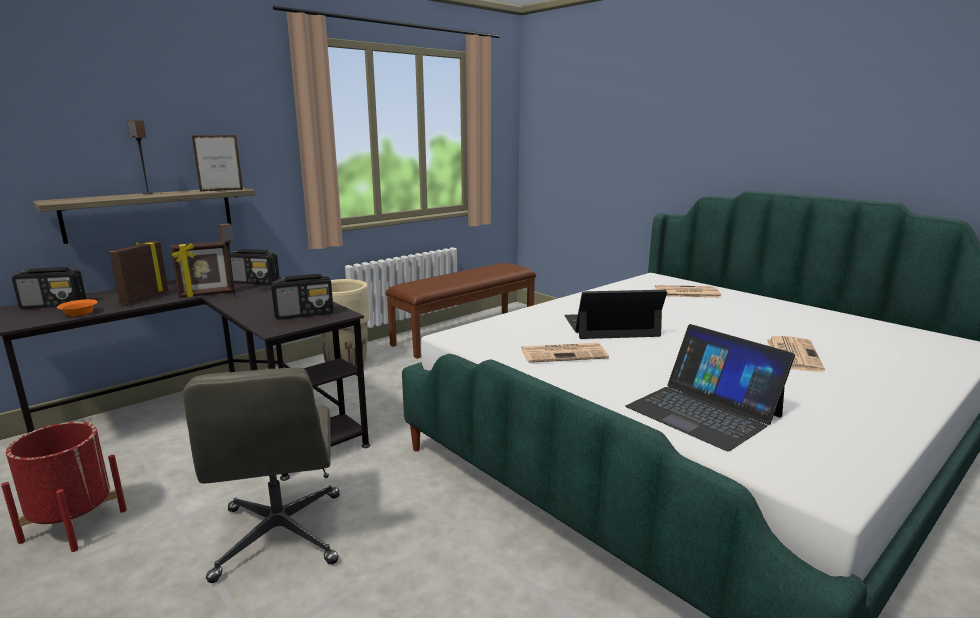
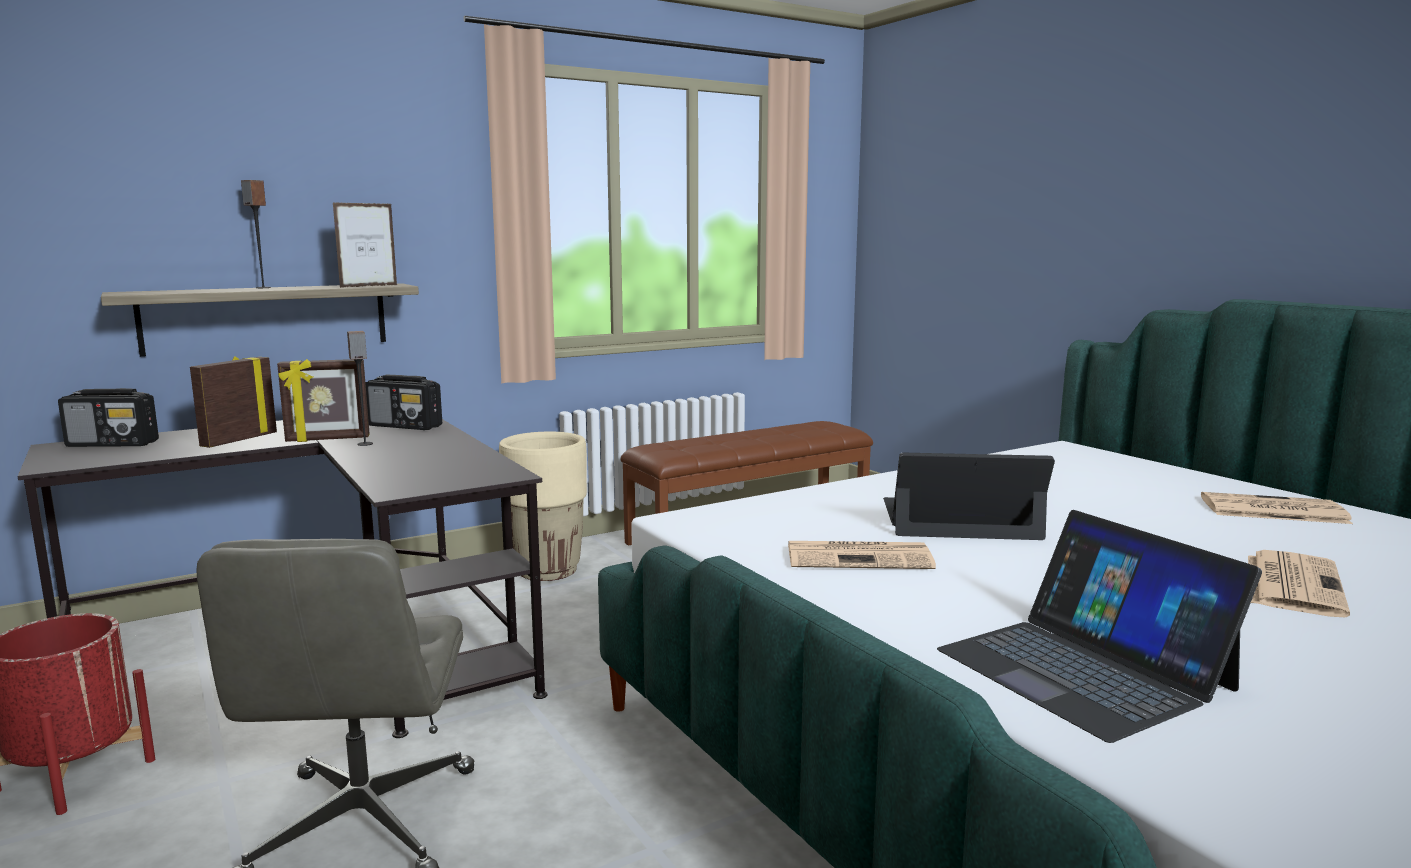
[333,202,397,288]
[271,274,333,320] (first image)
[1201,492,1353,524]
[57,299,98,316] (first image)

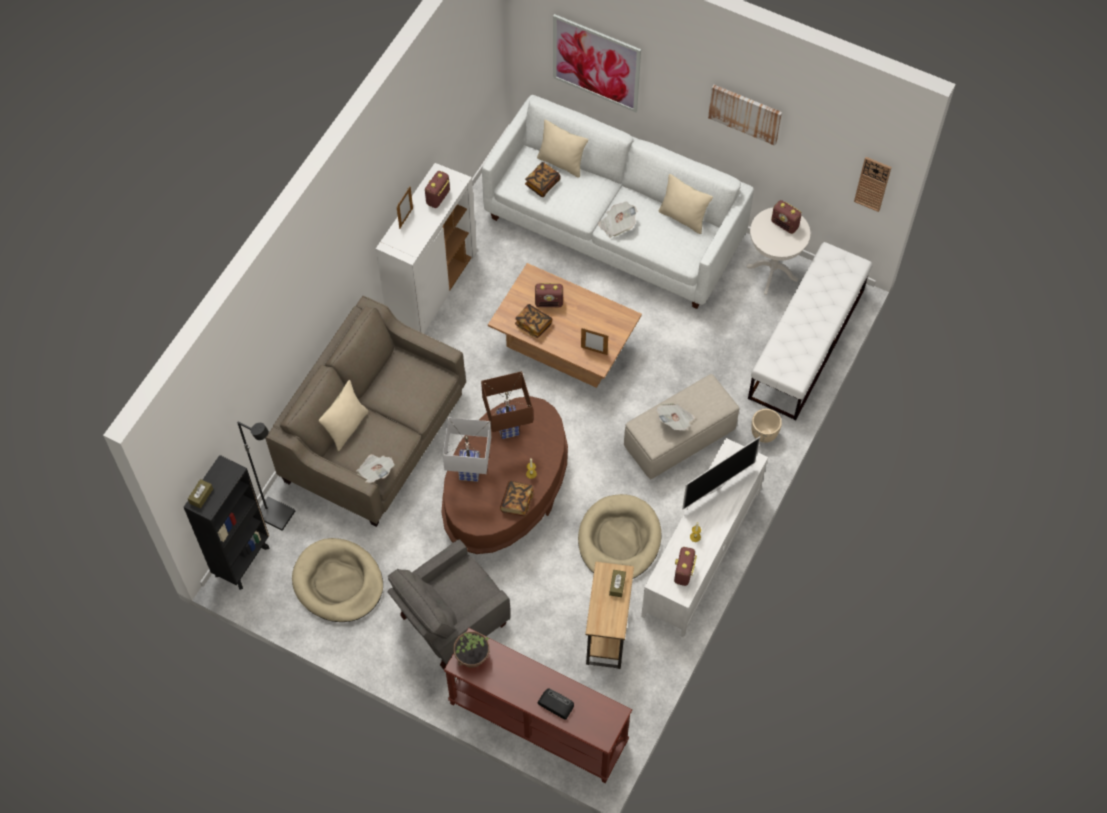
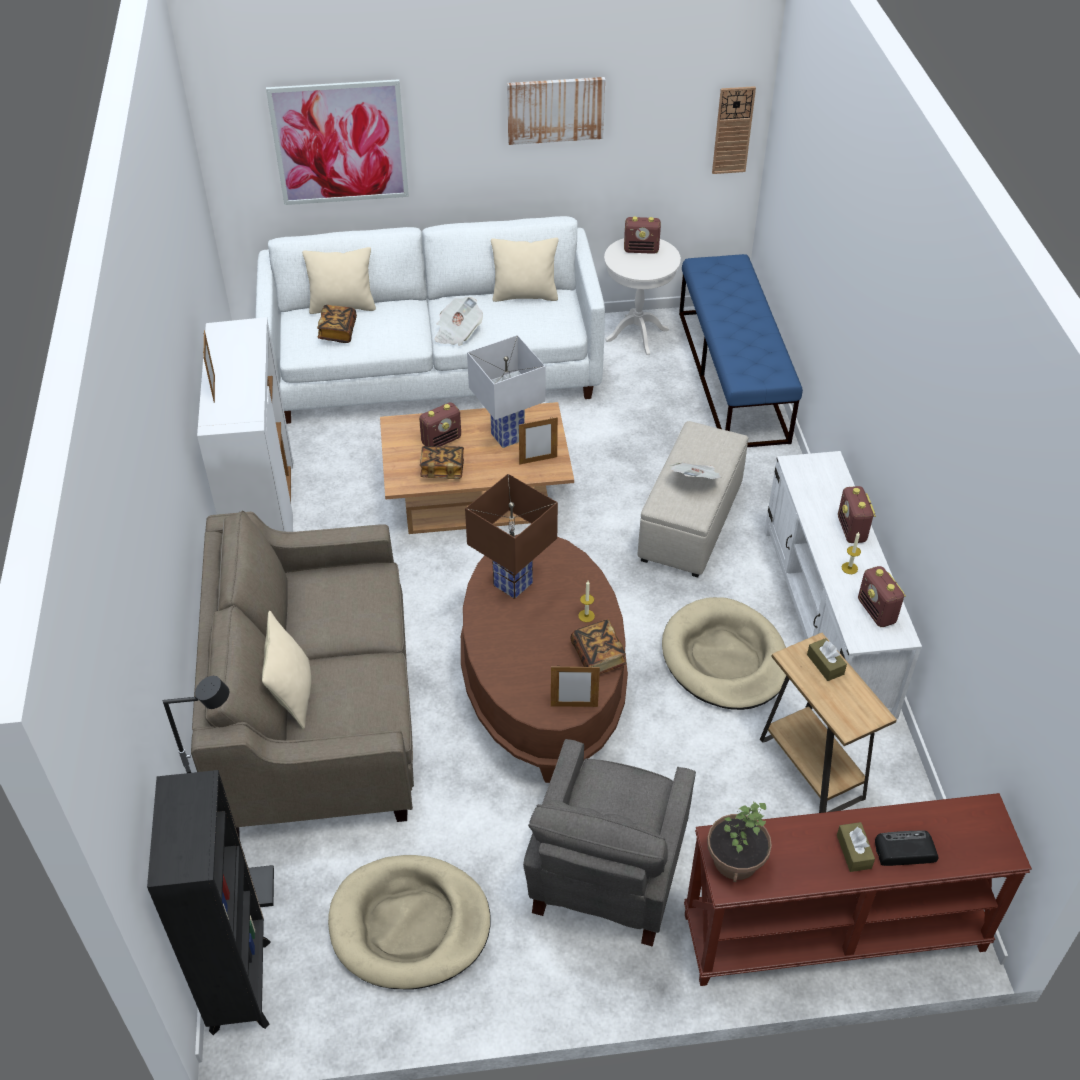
[838,486,876,543]
[679,254,803,447]
[751,409,782,443] (first image)
[467,335,545,448]
[682,437,760,510] (first image)
[356,454,394,483] (first image)
[837,822,875,872]
[551,665,600,707]

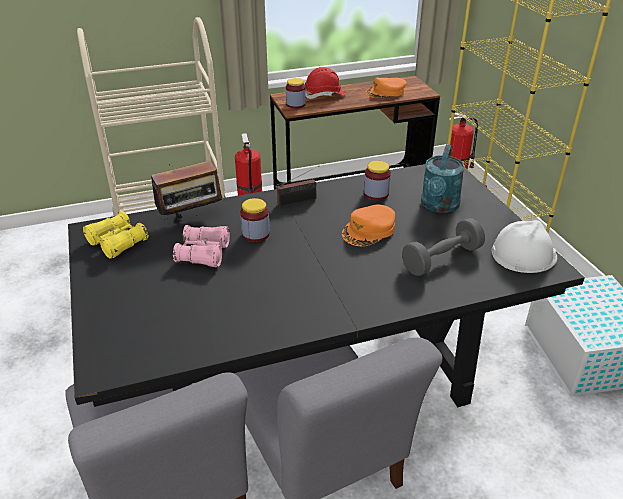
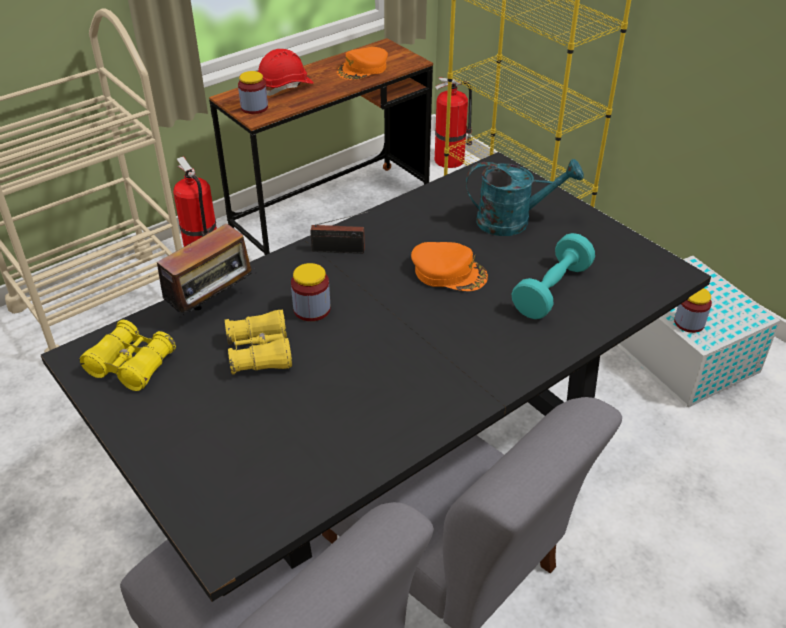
[466,159,584,236]
[674,288,712,333]
[310,211,370,254]
[411,242,488,291]
[512,233,595,319]
[492,220,557,273] (first image)
[225,310,292,375]

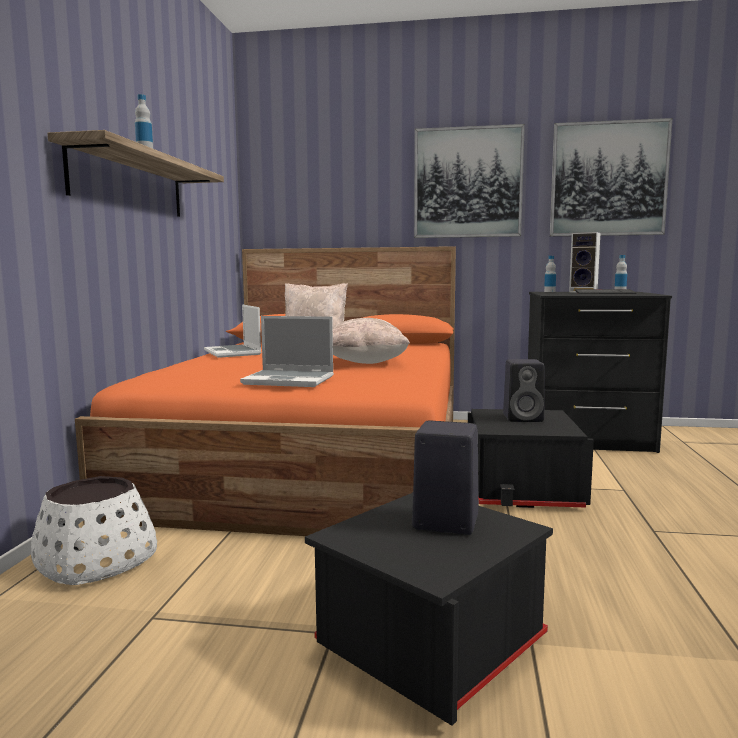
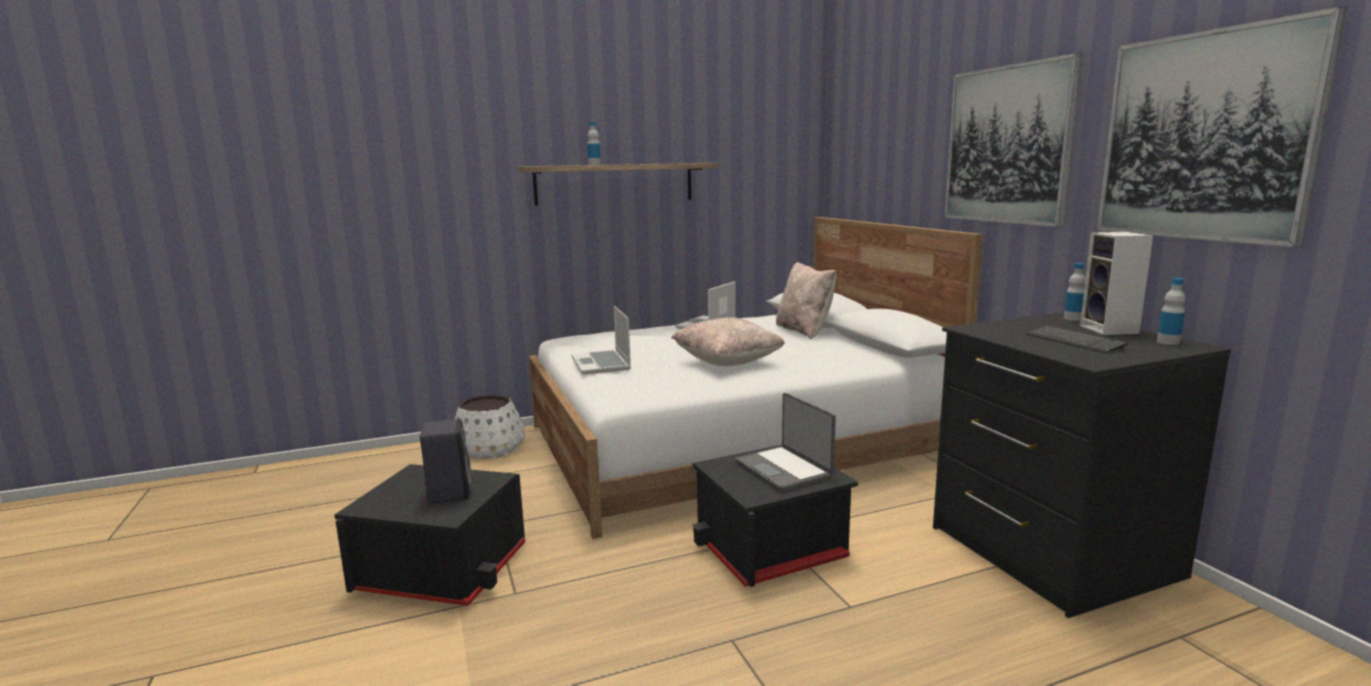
[529,217,983,539]
[735,393,836,492]

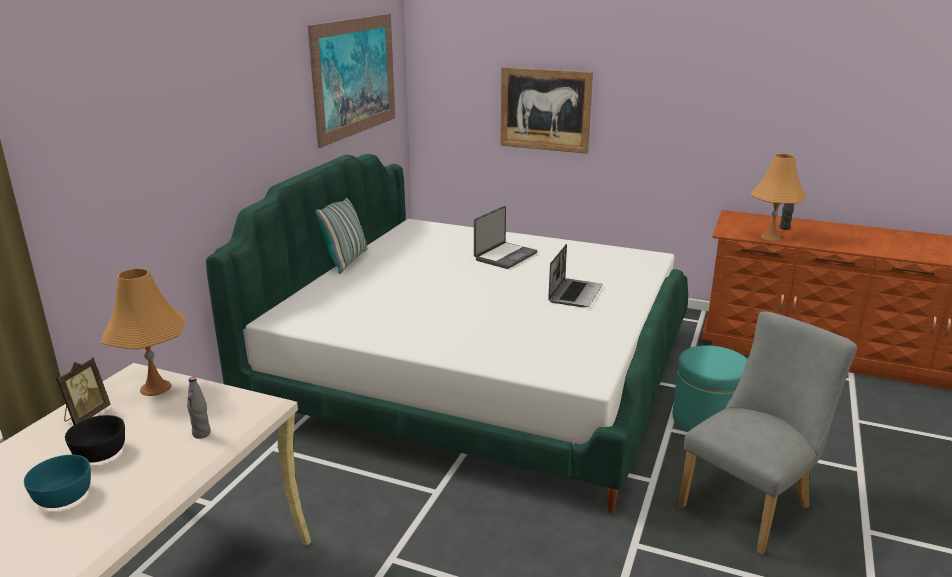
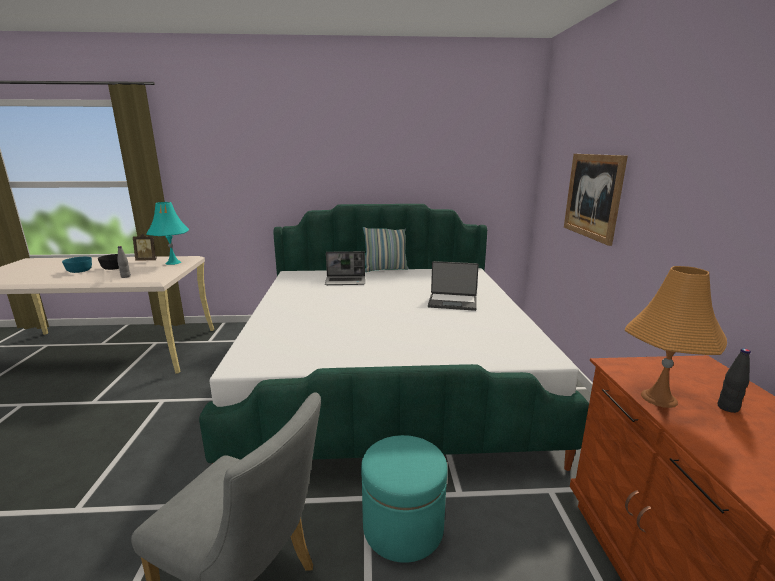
[308,14,395,148] (first image)
[325,251,365,285]
[146,202,189,265]

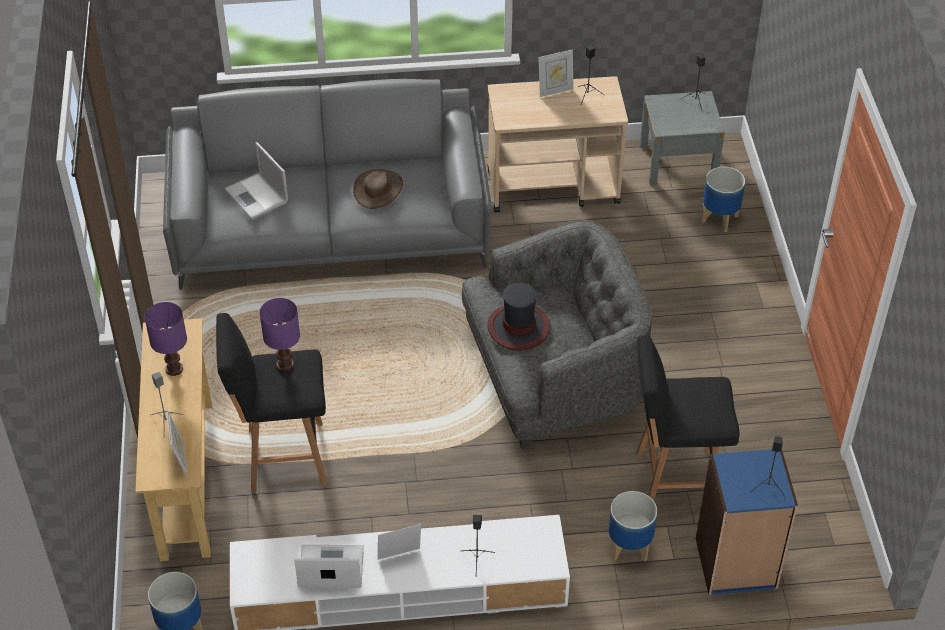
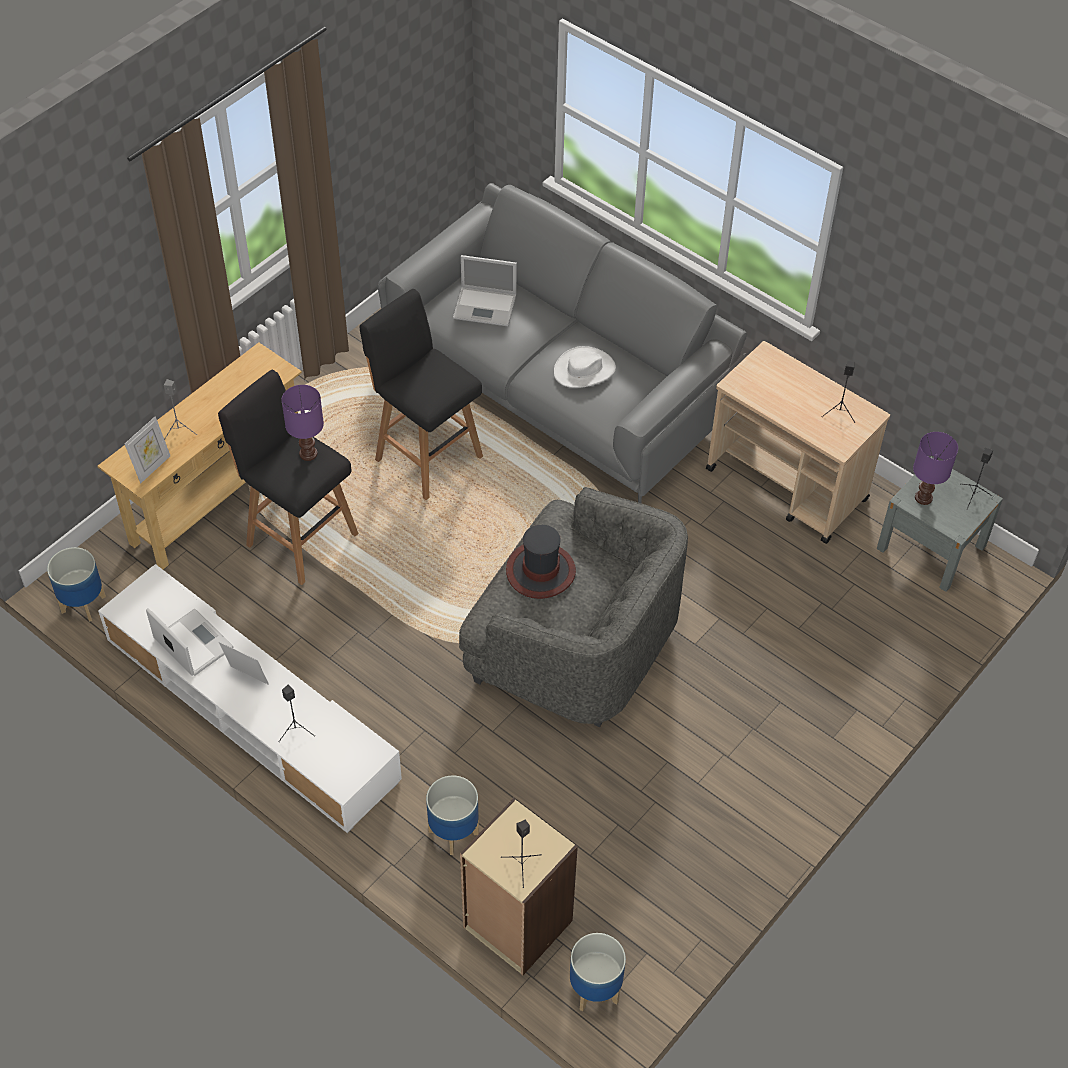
[538,49,574,97] (first image)
[453,255,517,326]
[570,933,626,1011]
[554,346,616,388]
[913,432,958,505]
[360,289,483,500]
[460,798,578,975]

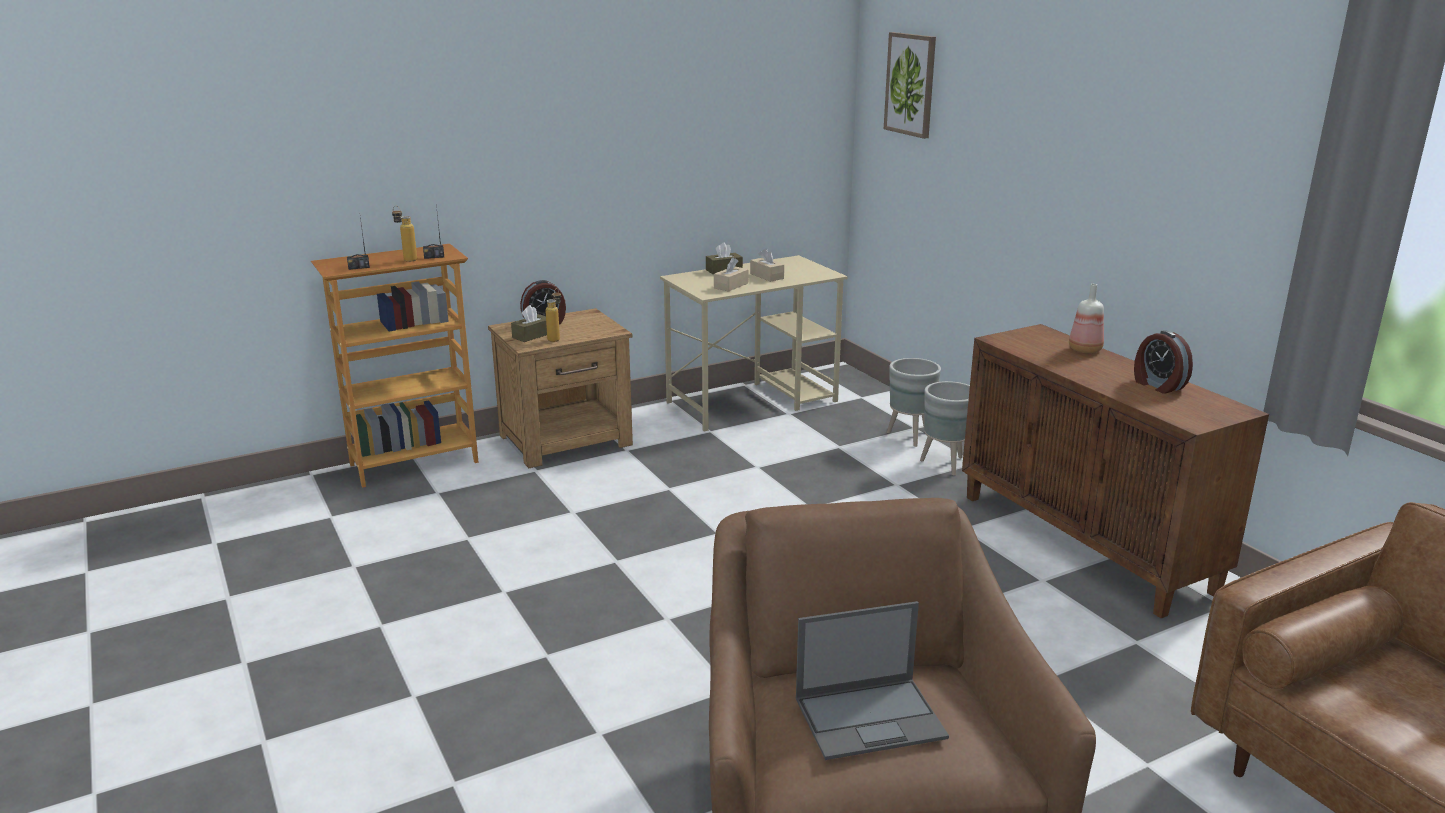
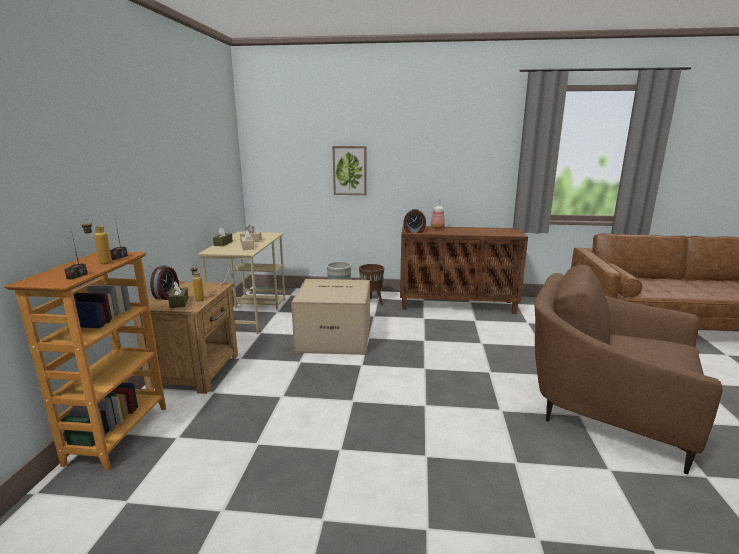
[333,146,367,195]
[403,209,426,233]
[359,264,384,305]
[796,601,949,760] (first image)
[291,279,370,355]

